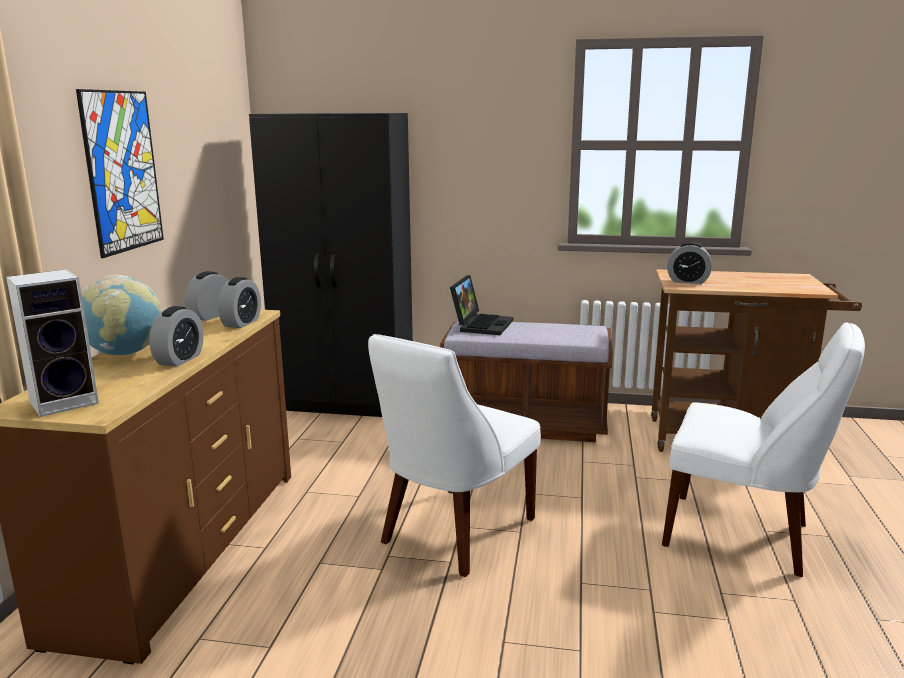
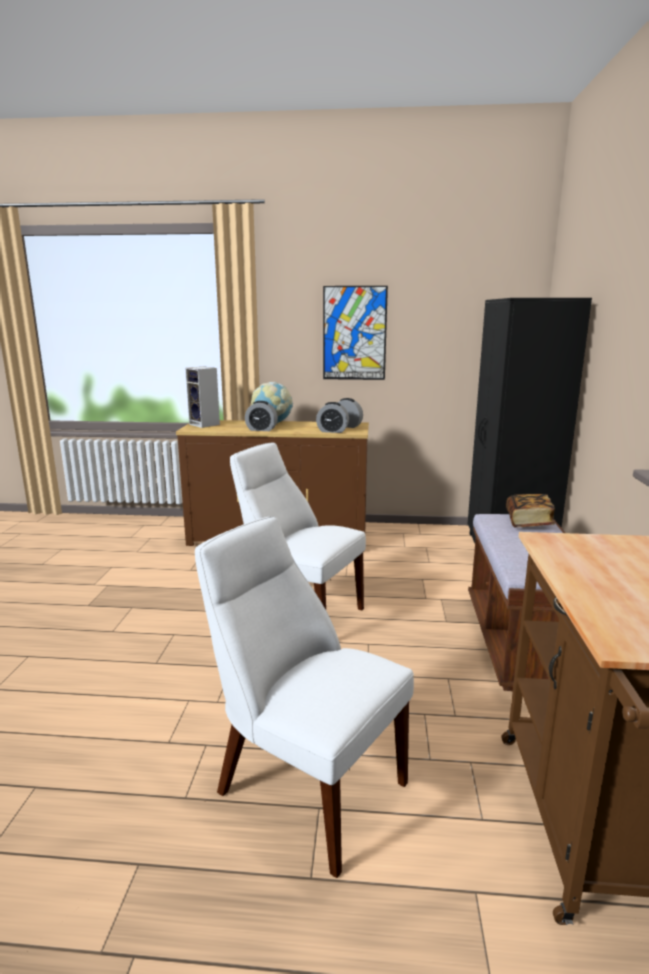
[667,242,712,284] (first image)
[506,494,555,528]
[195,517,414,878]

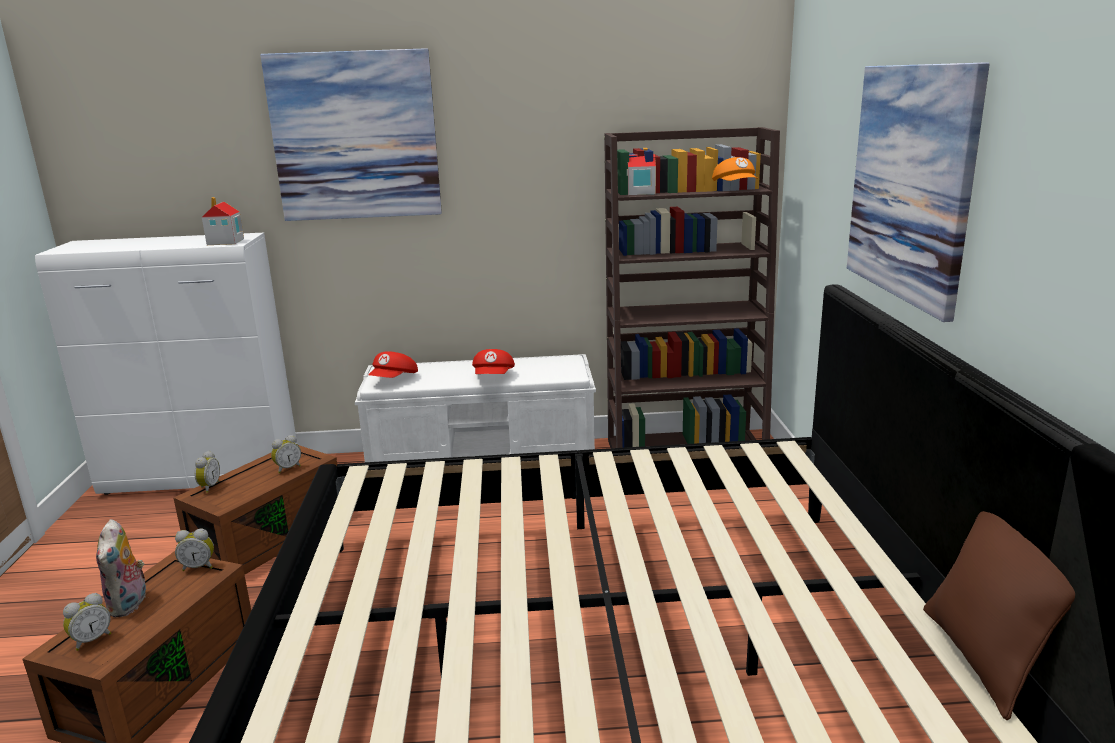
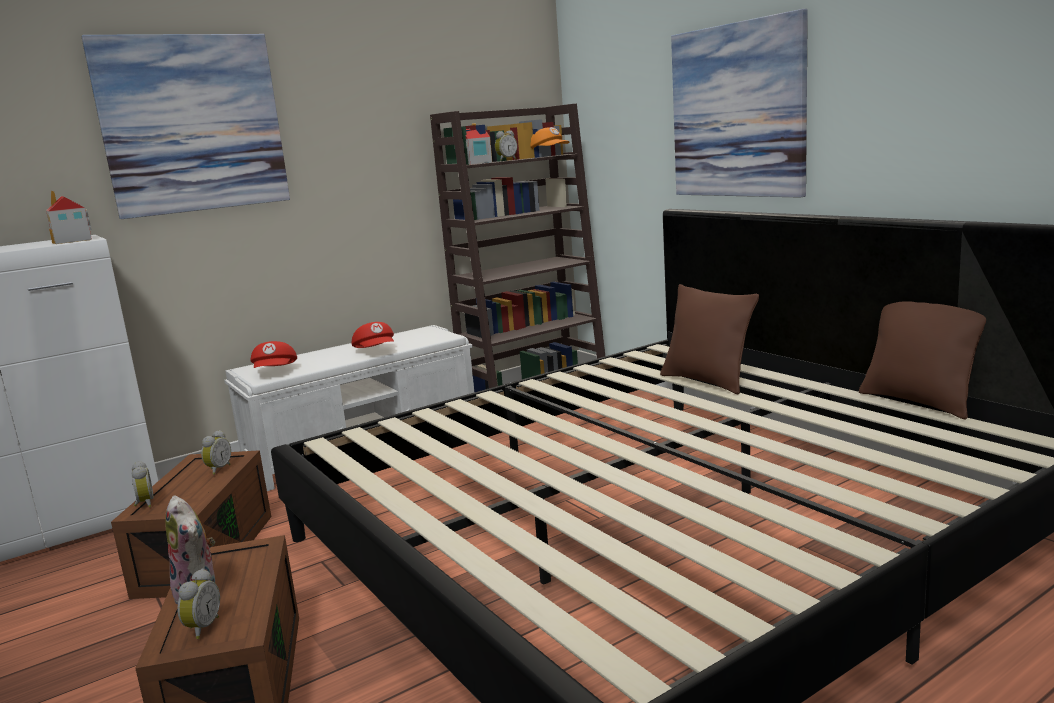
[495,130,517,161]
[660,284,759,395]

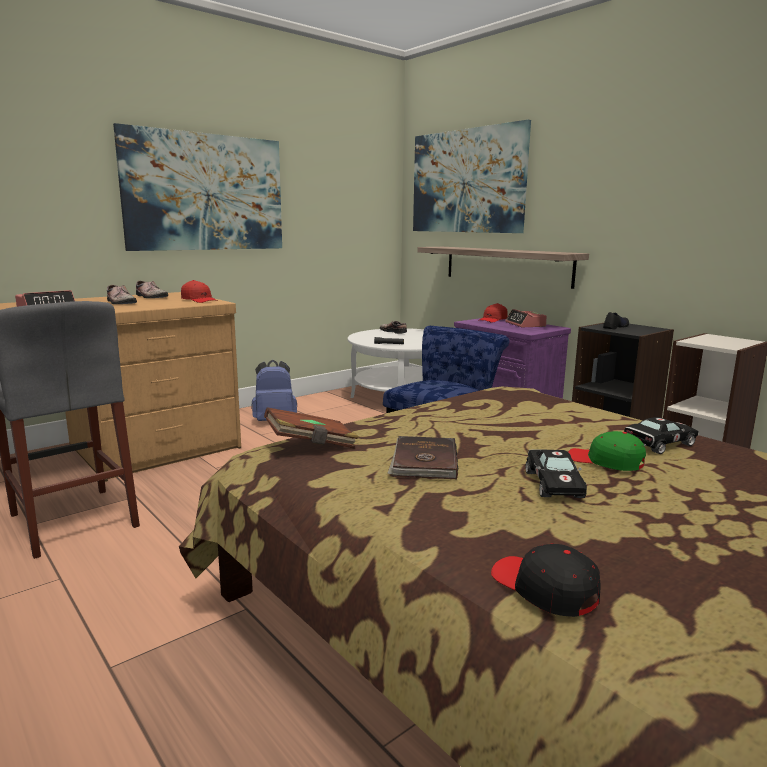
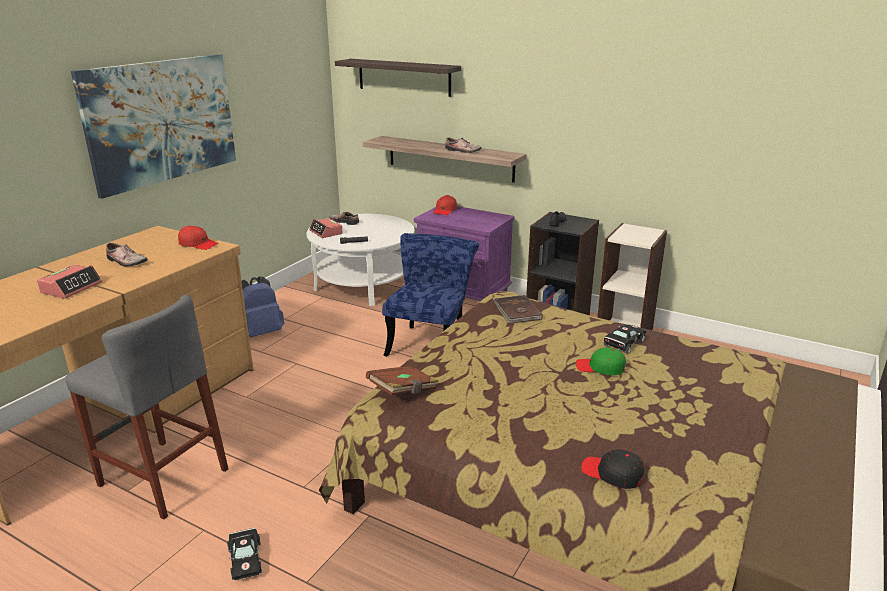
[335,59,461,97]
[445,138,482,153]
[309,218,343,238]
[494,295,543,324]
[227,528,262,580]

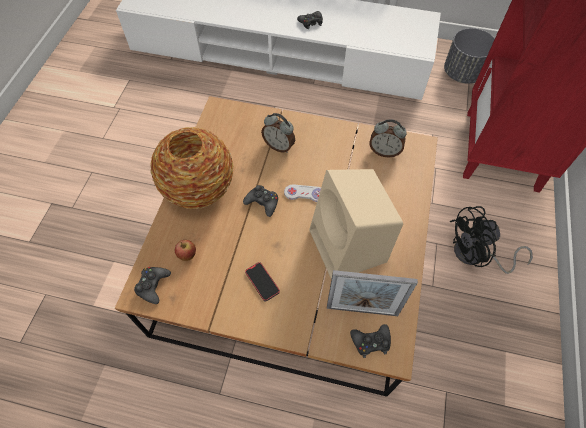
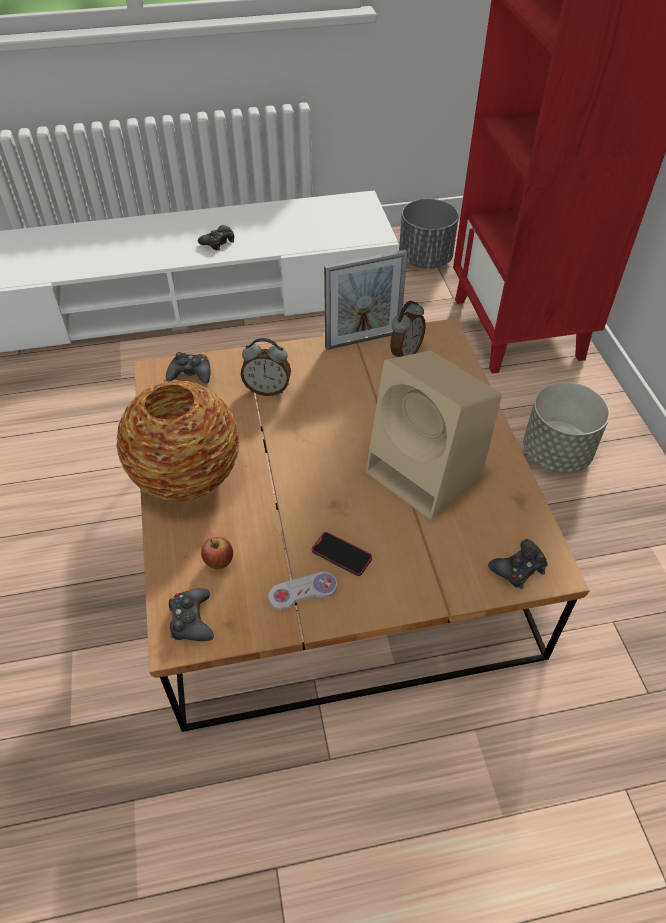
[390,301,426,357]
[268,572,337,611]
[166,352,210,384]
[523,382,610,473]
[324,250,408,350]

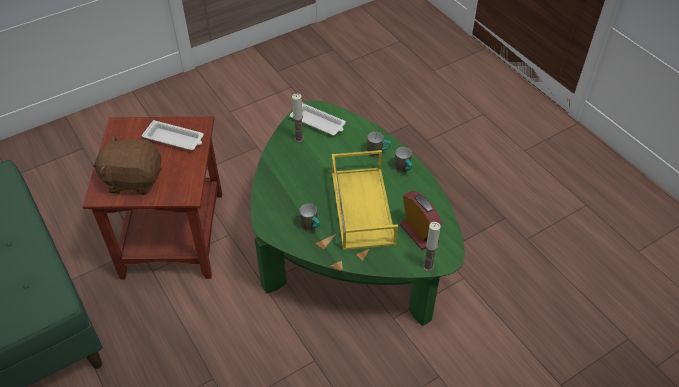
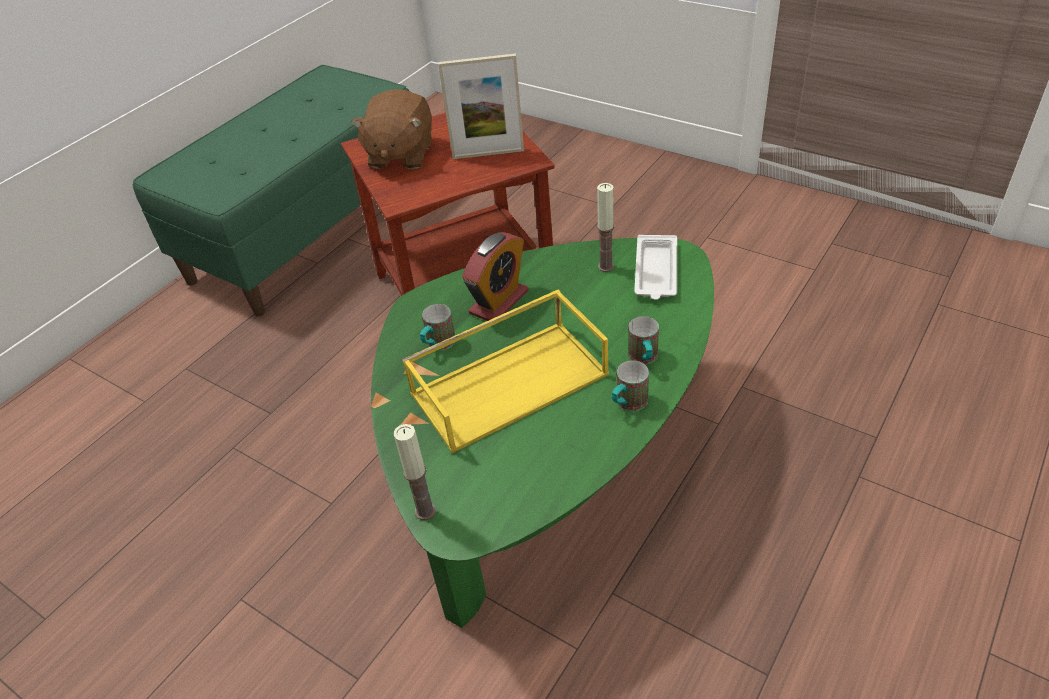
[438,53,524,159]
[351,89,432,169]
[462,232,528,321]

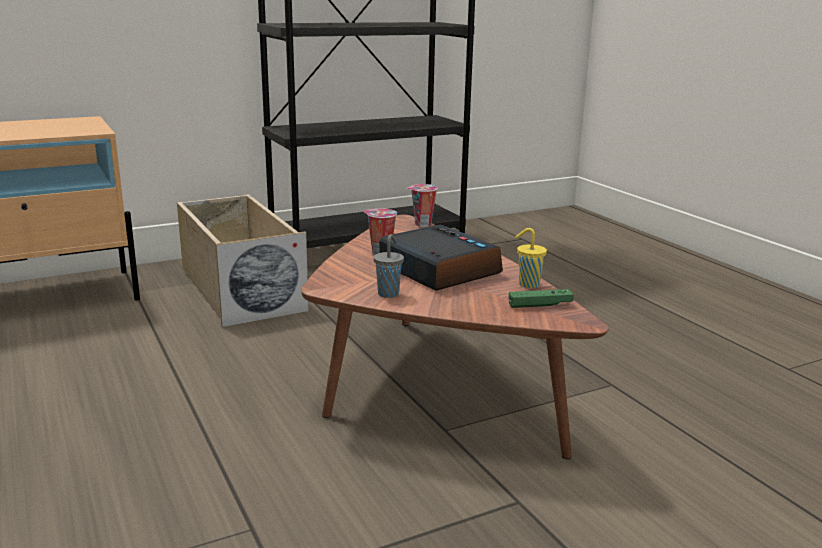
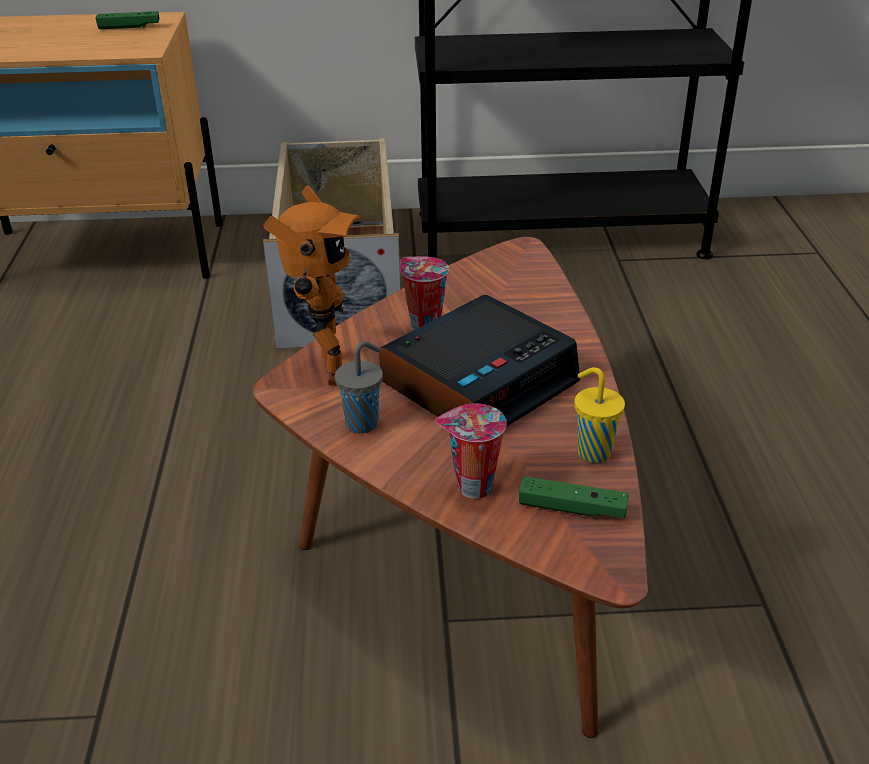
[435,404,507,499]
[379,295,580,427]
[95,11,160,29]
[263,186,361,386]

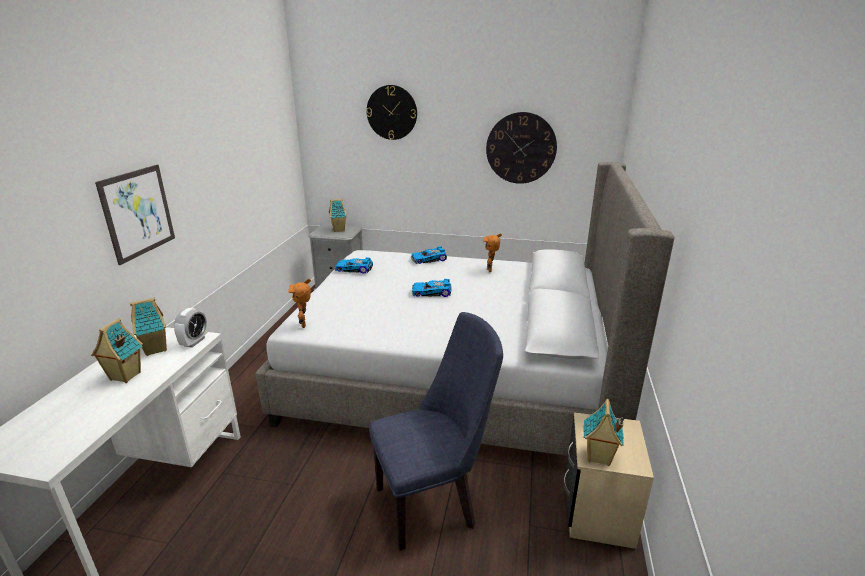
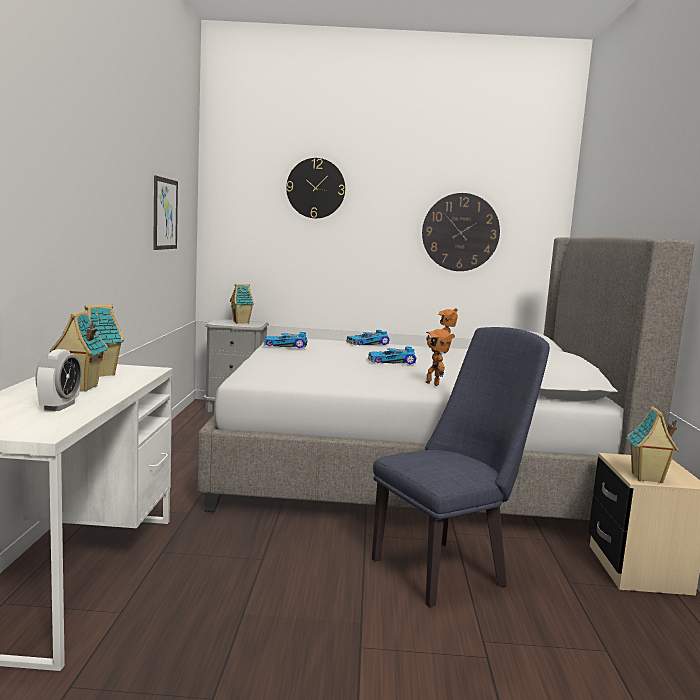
[153,175,178,250]
[426,327,455,386]
[35,349,82,411]

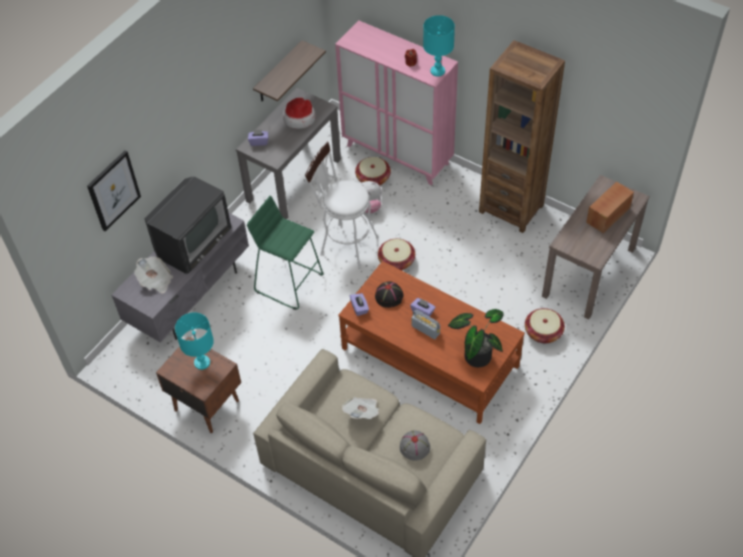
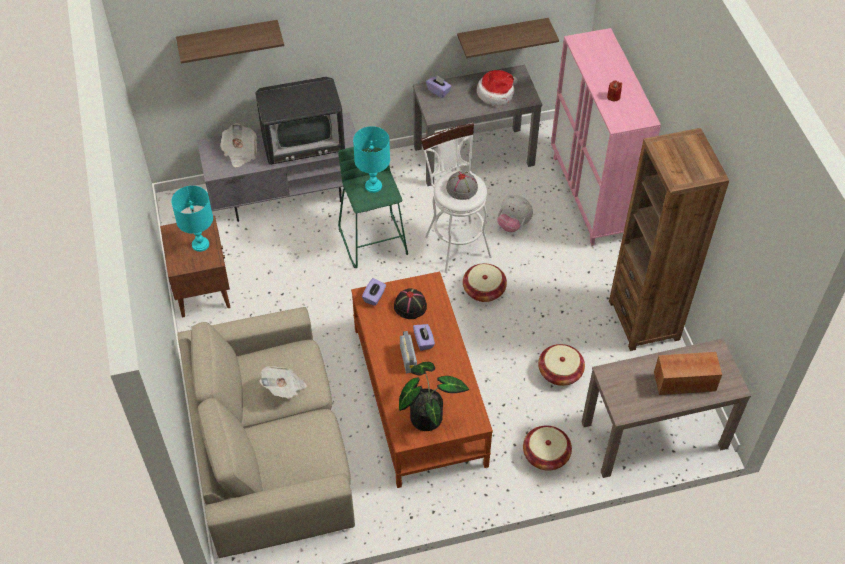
[353,126,390,193]
[176,20,284,64]
[538,344,585,386]
[446,171,478,200]

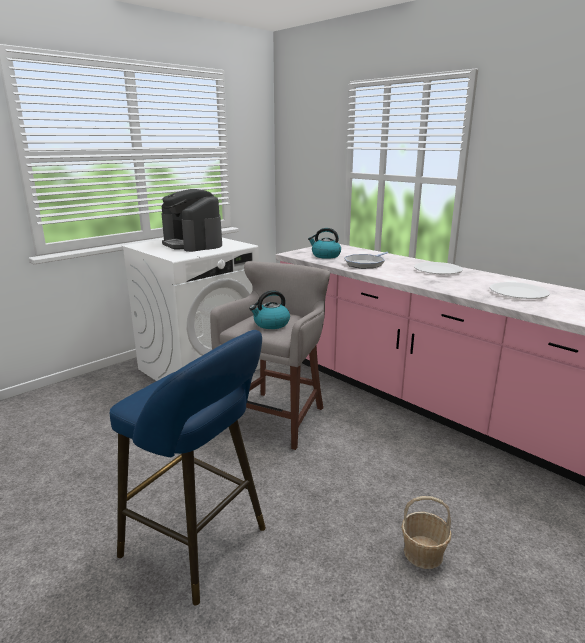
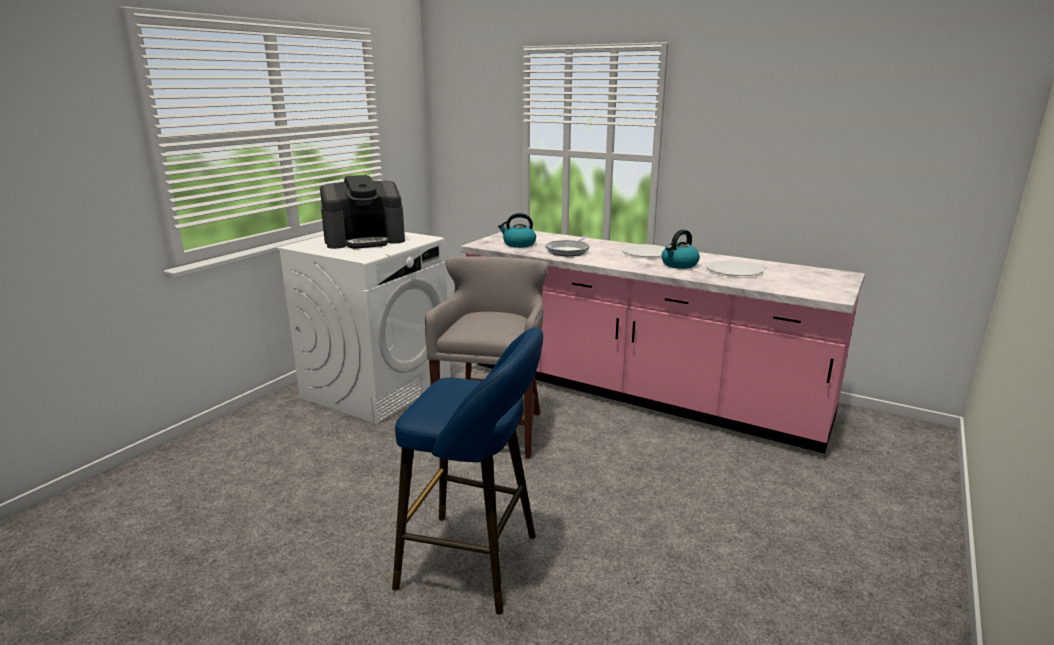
[320,175,405,249]
[662,230,700,269]
[401,496,452,569] (first image)

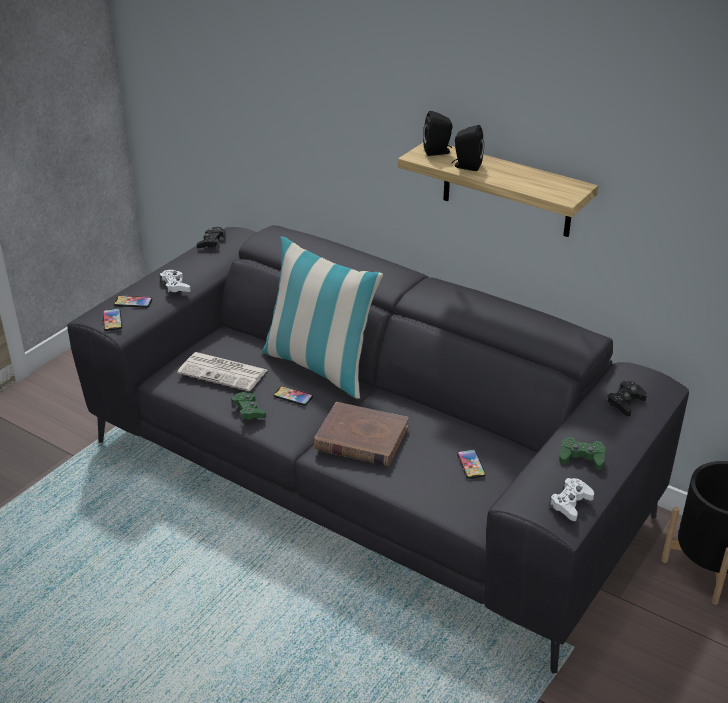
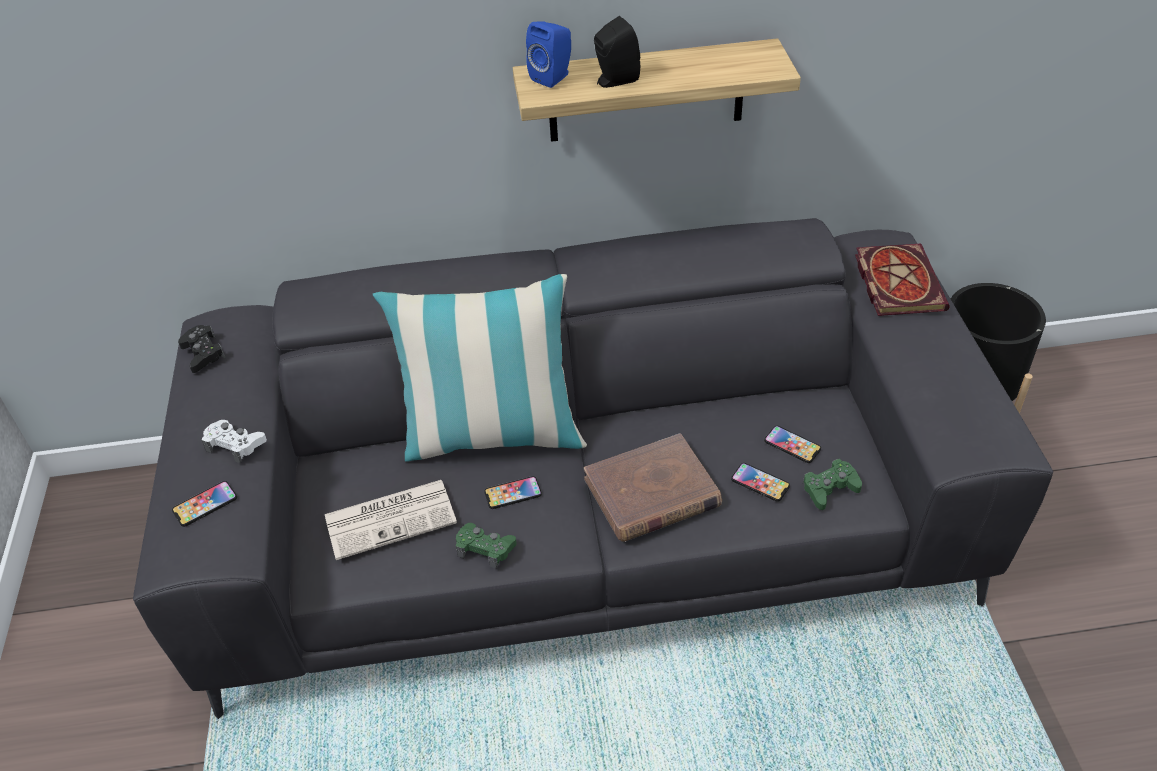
[526,21,571,88]
[731,463,790,502]
[855,244,950,316]
[803,459,862,510]
[549,478,594,521] (first image)

